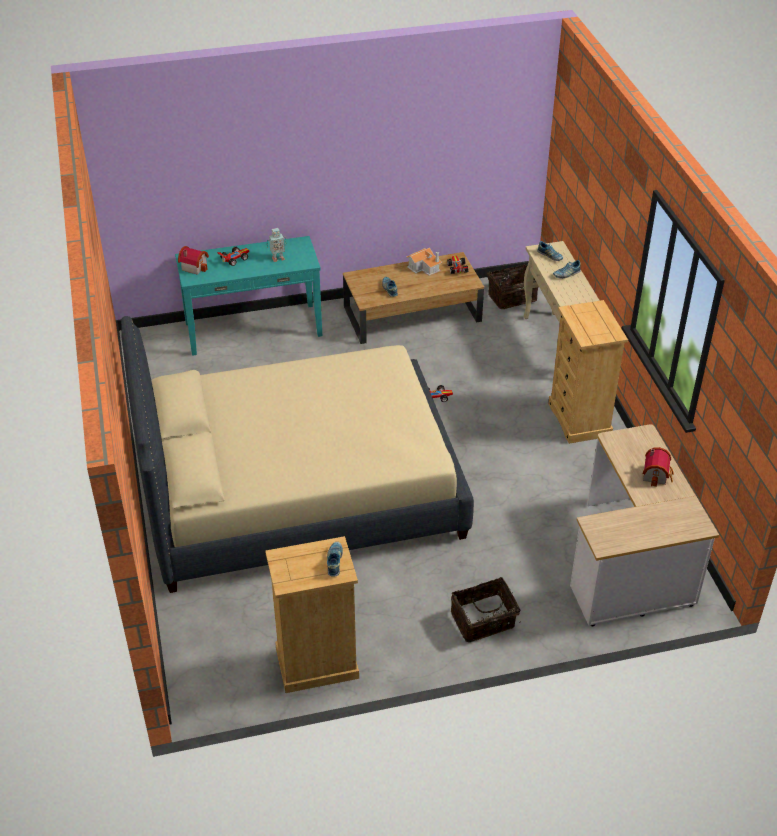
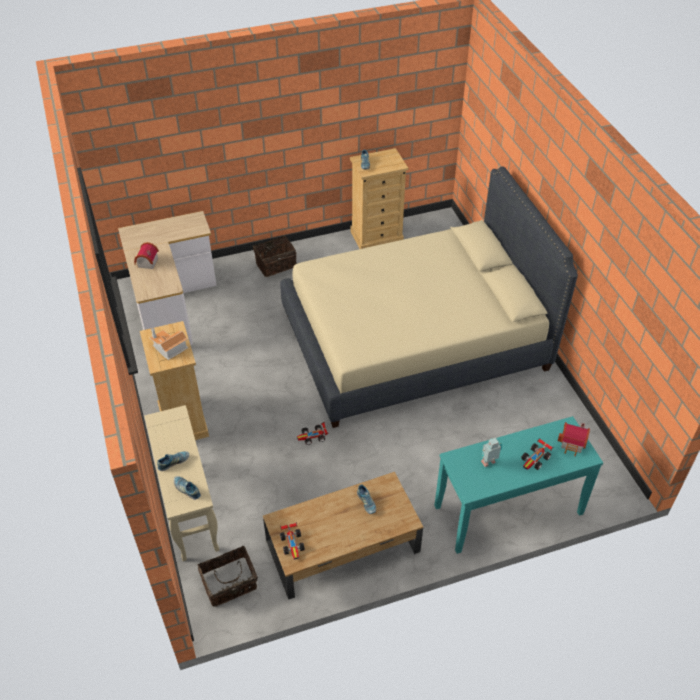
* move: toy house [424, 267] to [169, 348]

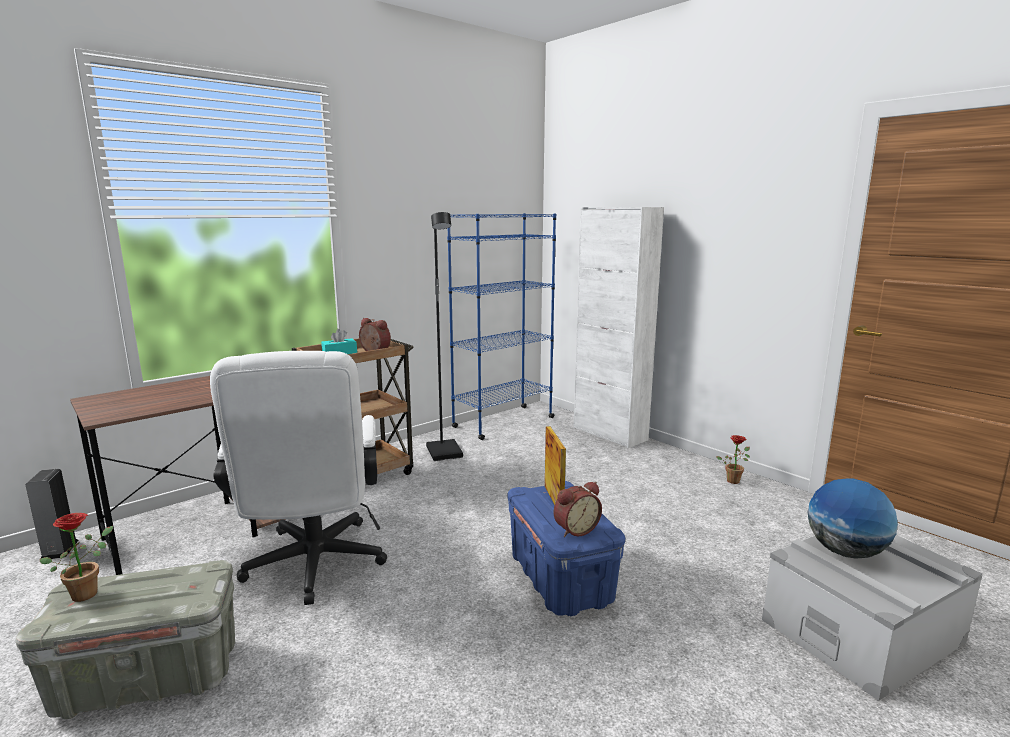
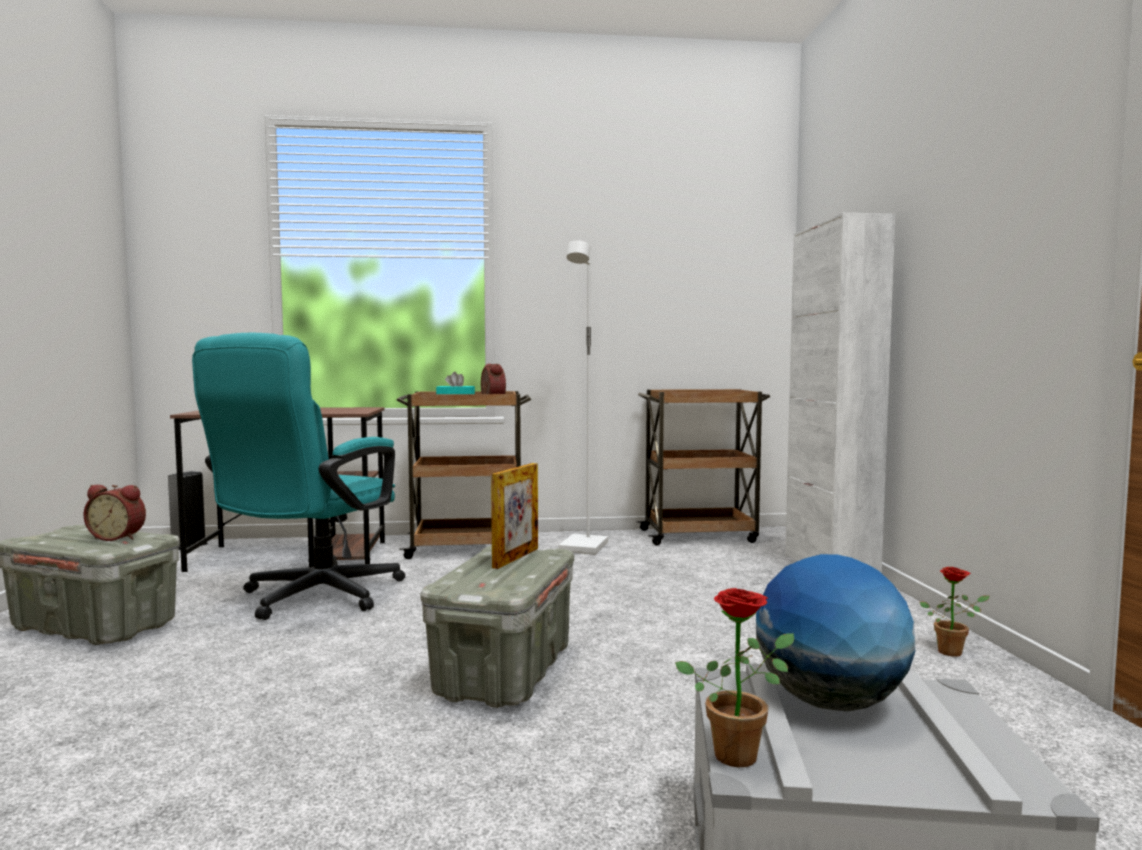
* move: alarm clock [575, 529] to [118, 537]
* recolor: office chair (white) [314, 568] to office chair (turquoise) [310, 598]
* recolor: storage box (blue) [559, 578] to storage box (grey) [504, 671]
* recolor: floor lamp (black) [445, 452] to floor lamp (white) [585, 547]
* replace: bookcase (blue) [503, 422] to cart (brown) [700, 536]
* move: potted plant [89, 592] to [740, 752]

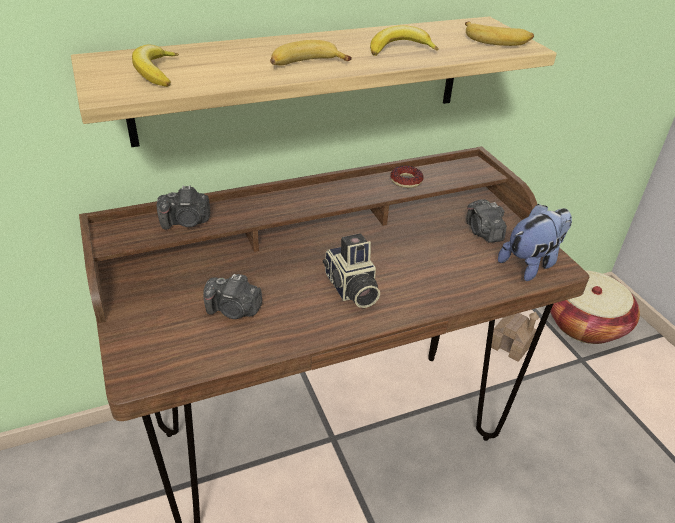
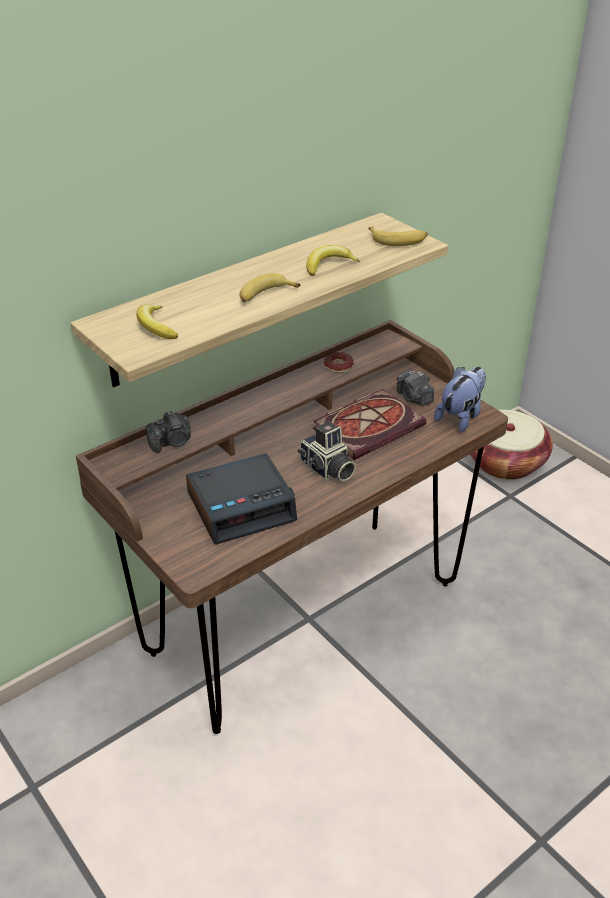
* replace: photo camera [234, 310] to alarm clock [242, 506]
* insert: book [369, 426]
* delete: toy house [510, 344]

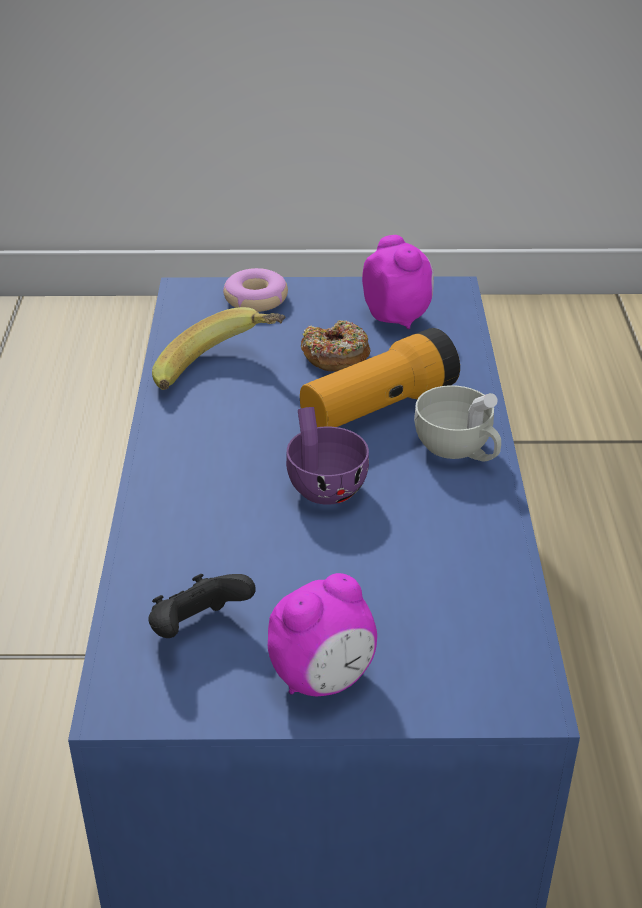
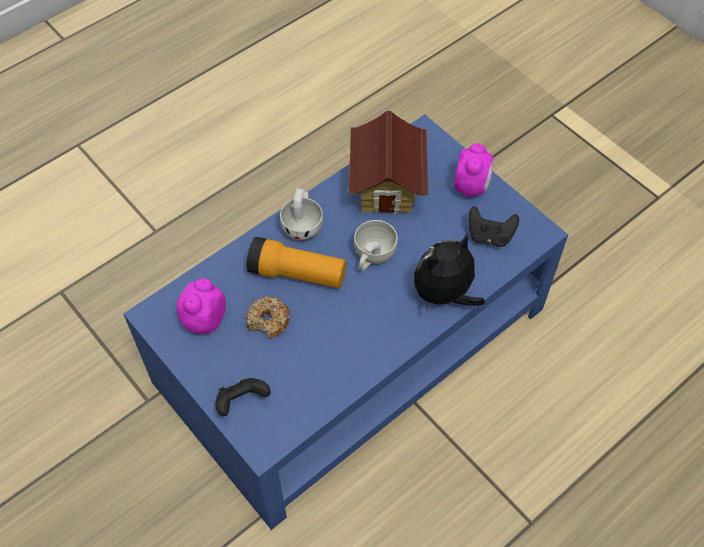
* replace: donut [255, 299] to game controller (black) [242, 402]
* insert: toy house [387, 188]
* recolor: cup (purple) [323, 484] to cup (white) [372, 256]
* insert: plush toy [444, 295]
* rotate: alarm clock [323, 679] = [471, 186] 90 degrees clockwise
* delete: banana [221, 374]

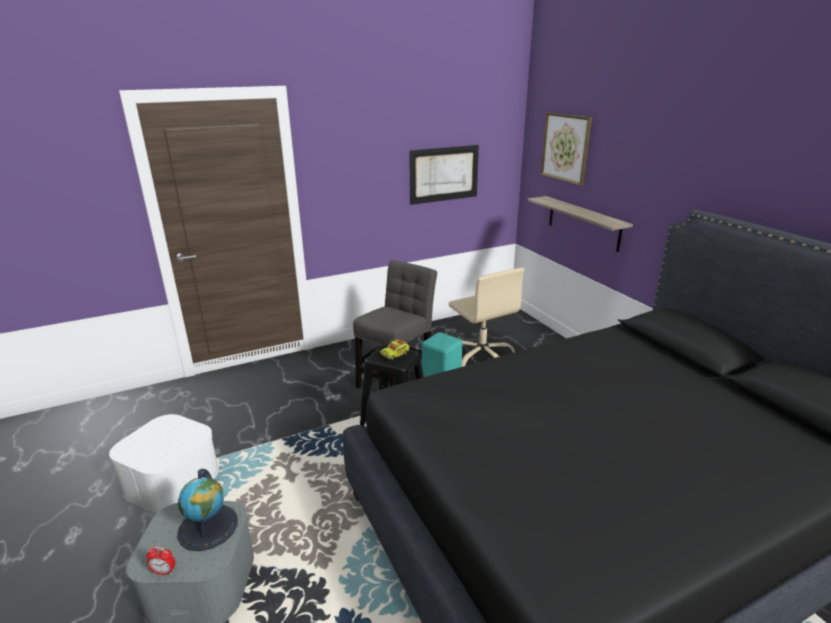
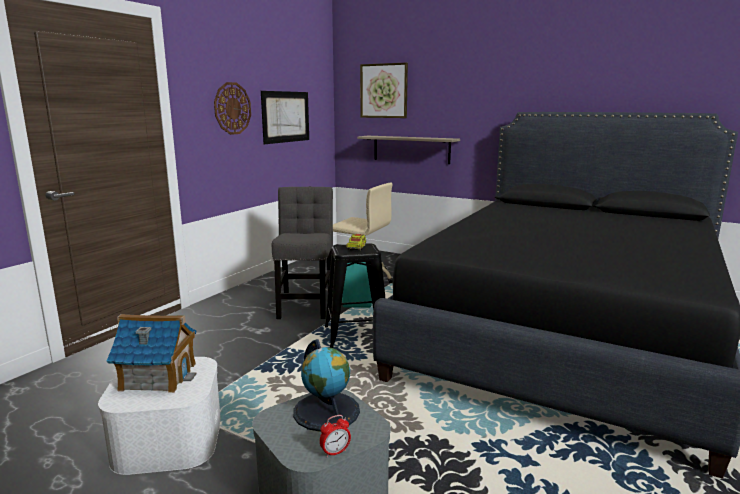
* insert: toy house [158, 376]
* insert: wall clock [232, 108]

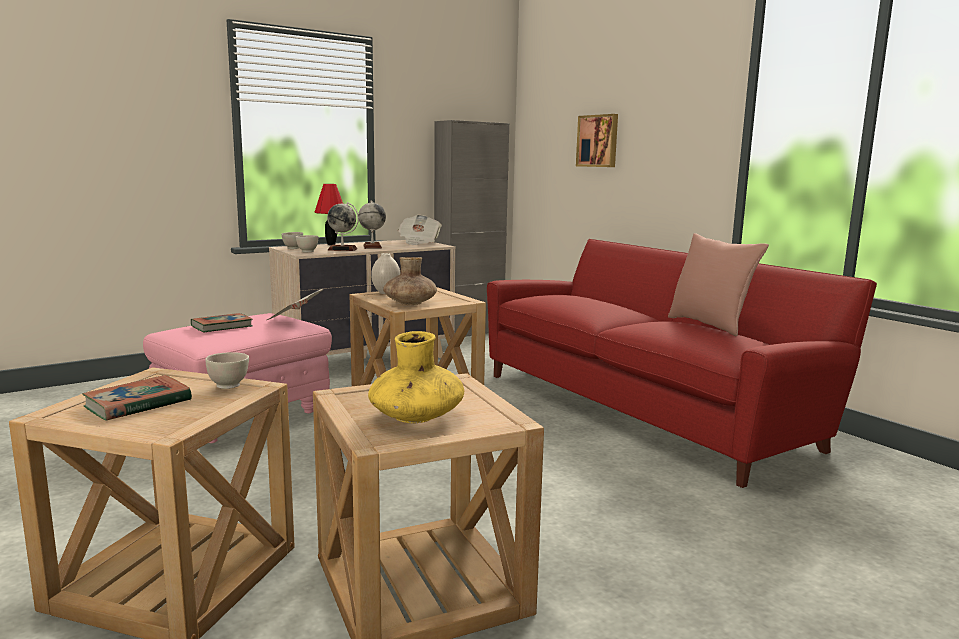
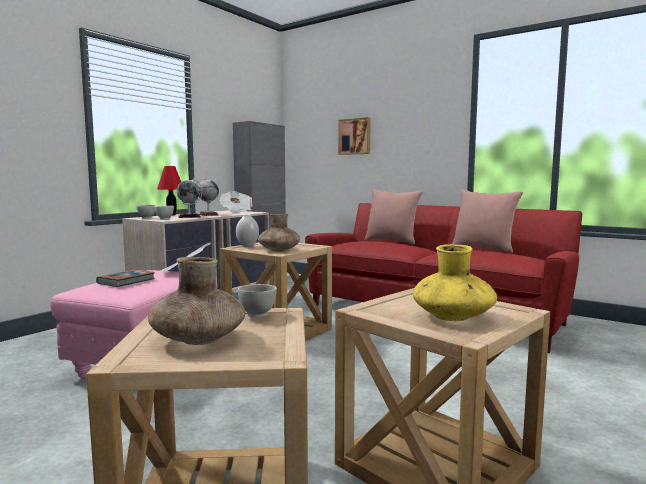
* replace: book [138, 404] to vase (brown) [199, 339]
* insert: pillow (pink) [392, 241]

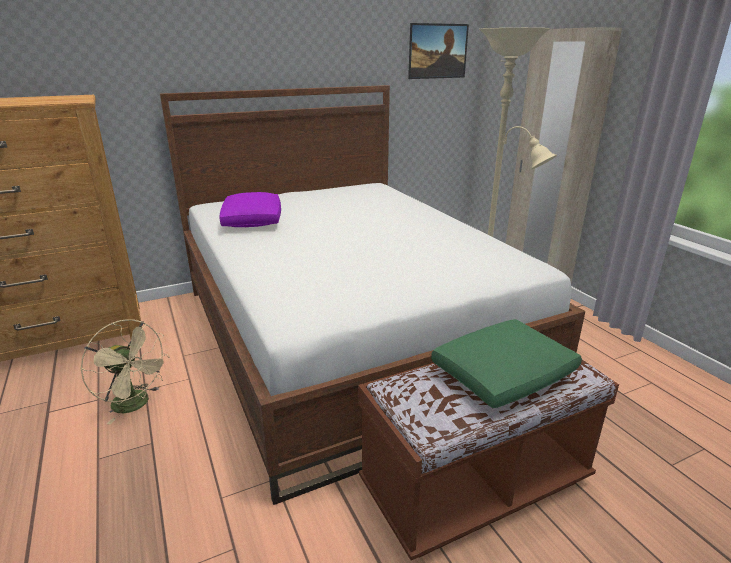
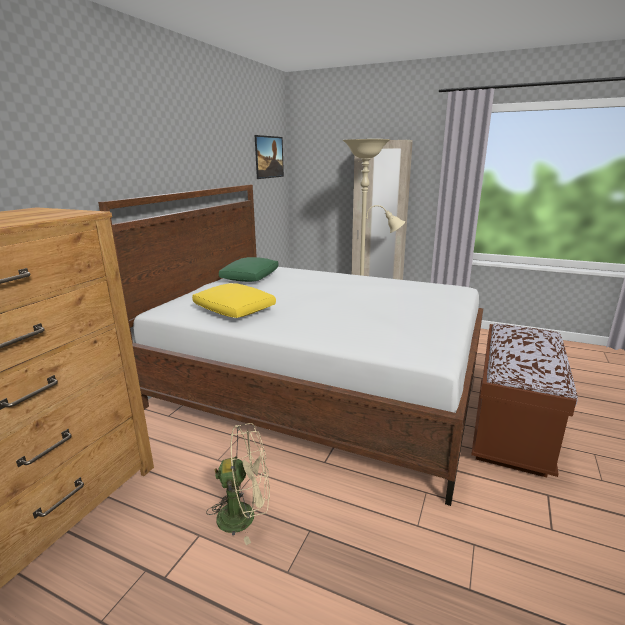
* recolor: pillow (purple) [252, 221] to pillow (yellow) [235, 310]
* move: pillow (green) [504, 375] to [250, 277]

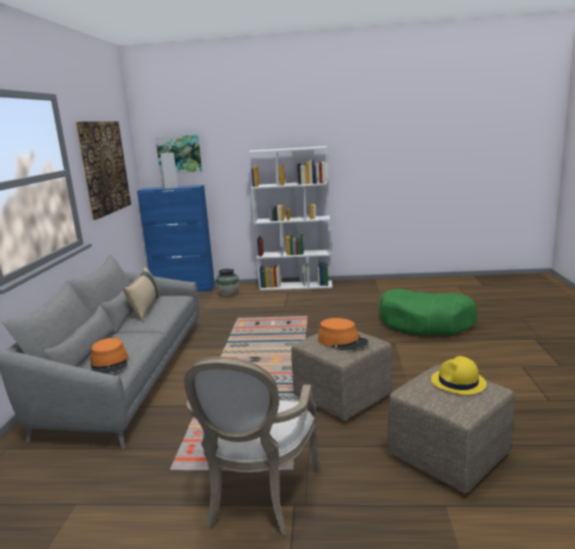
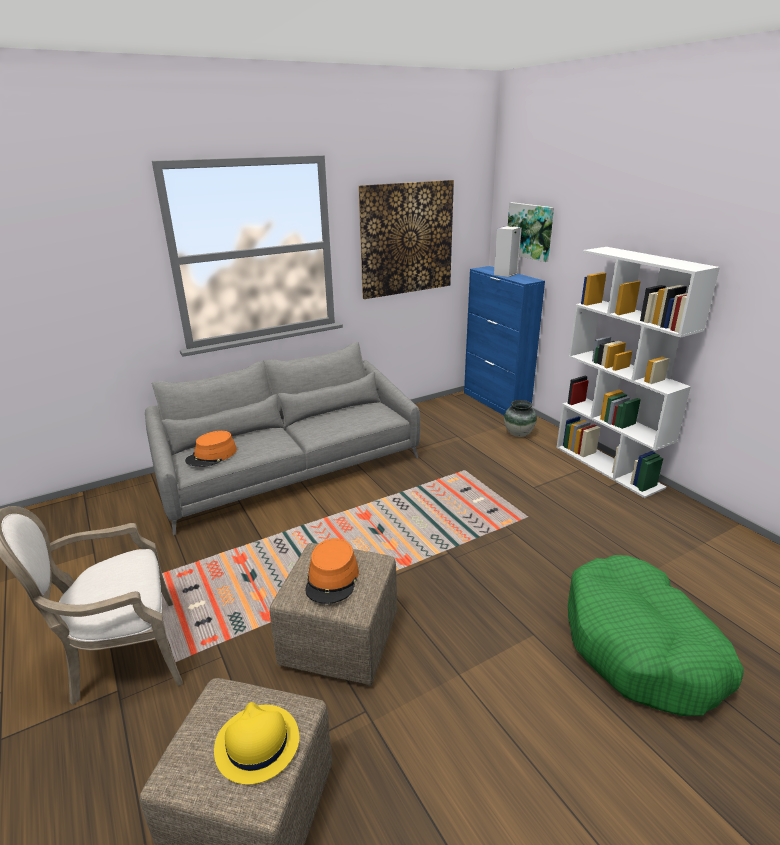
* delete: pillow (beige) [145, 308]

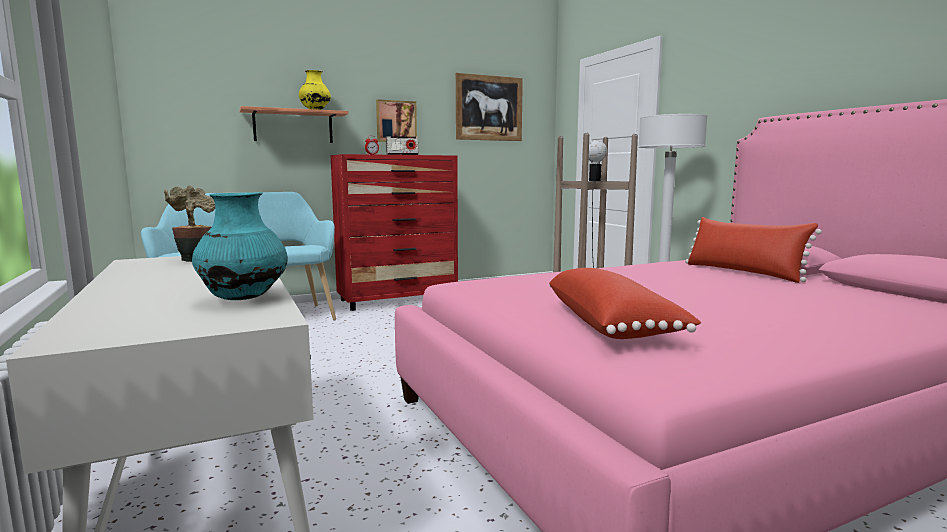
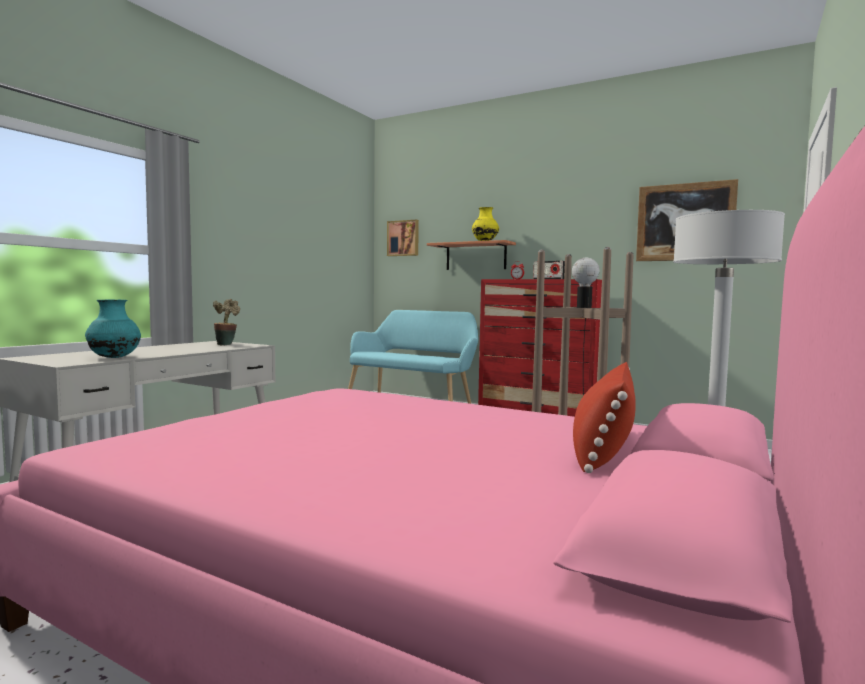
* move: picture [396, 121] to [403, 238]
* delete: pillow (red) [612, 325]

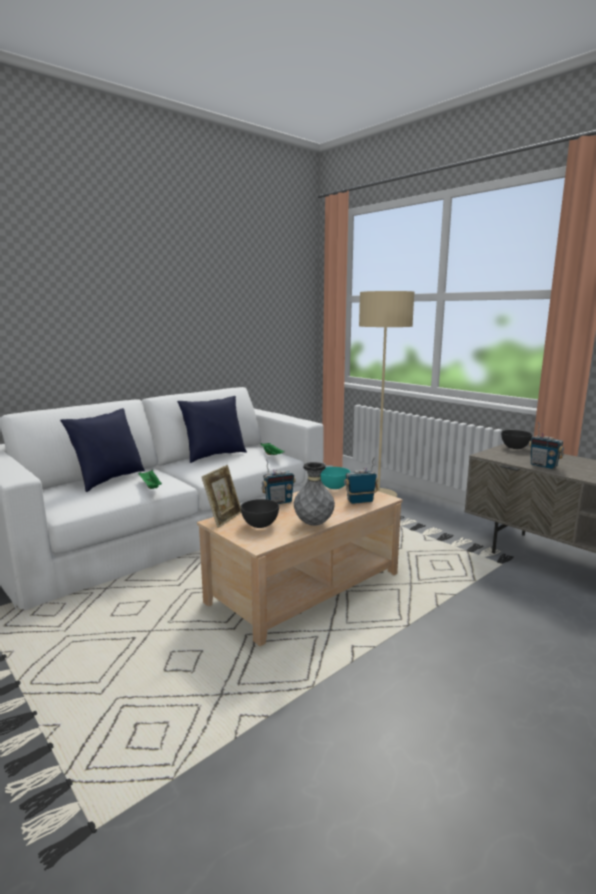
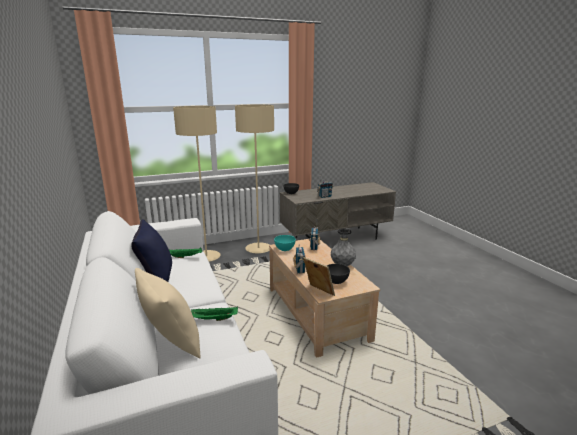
* recolor: pillow (blue) [108, 480] to pillow (beige) [171, 343]
* insert: floor lamp (beige) [258, 249]

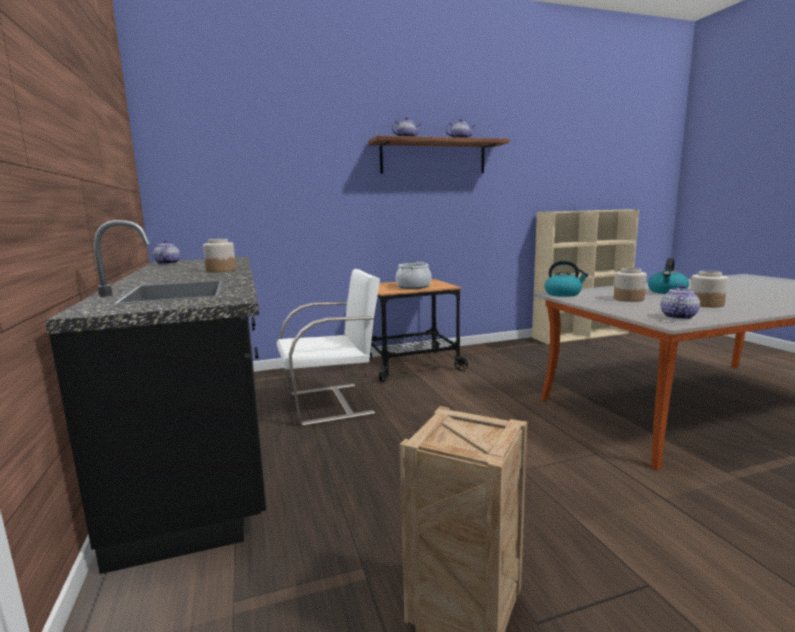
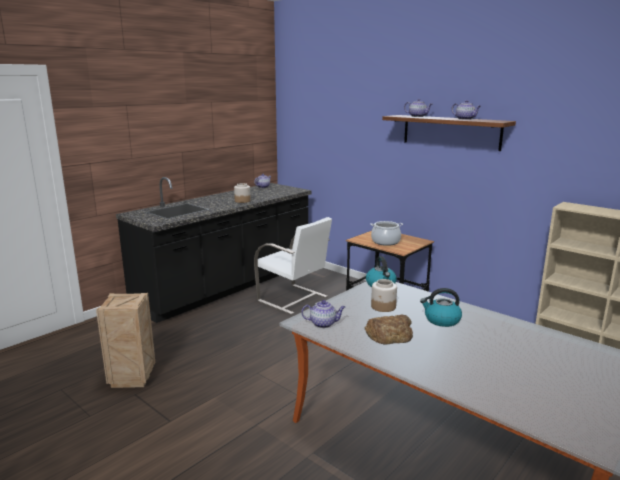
* replace: jar [705, 304] to bread [389, 334]

